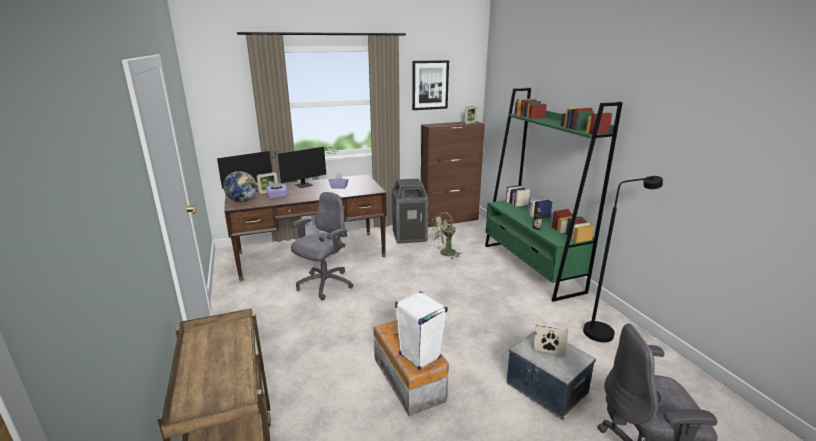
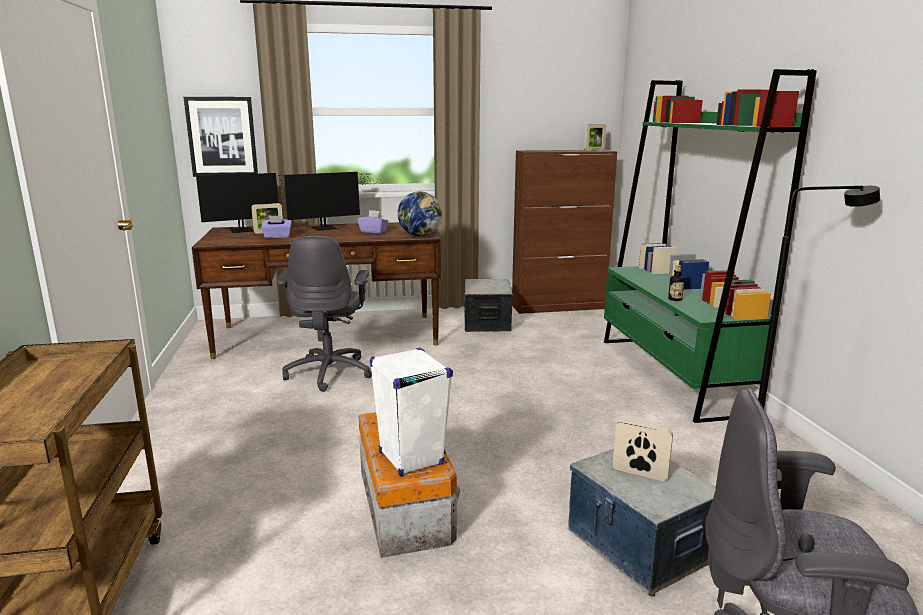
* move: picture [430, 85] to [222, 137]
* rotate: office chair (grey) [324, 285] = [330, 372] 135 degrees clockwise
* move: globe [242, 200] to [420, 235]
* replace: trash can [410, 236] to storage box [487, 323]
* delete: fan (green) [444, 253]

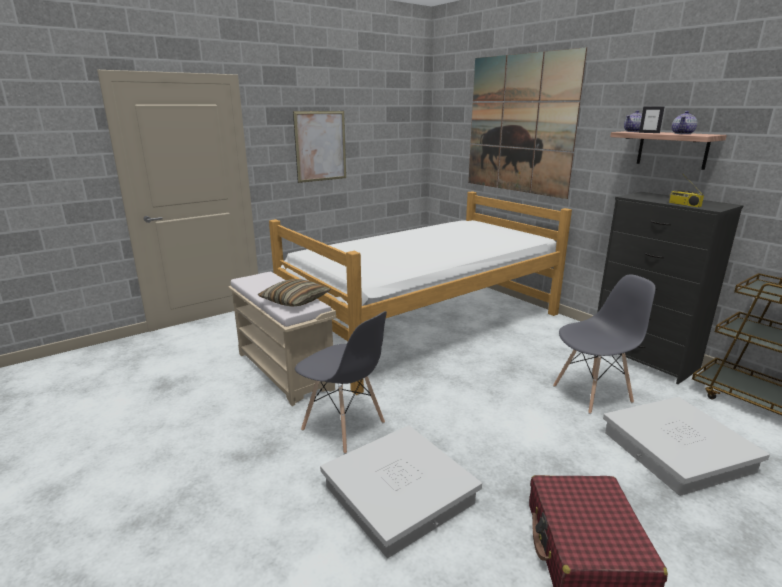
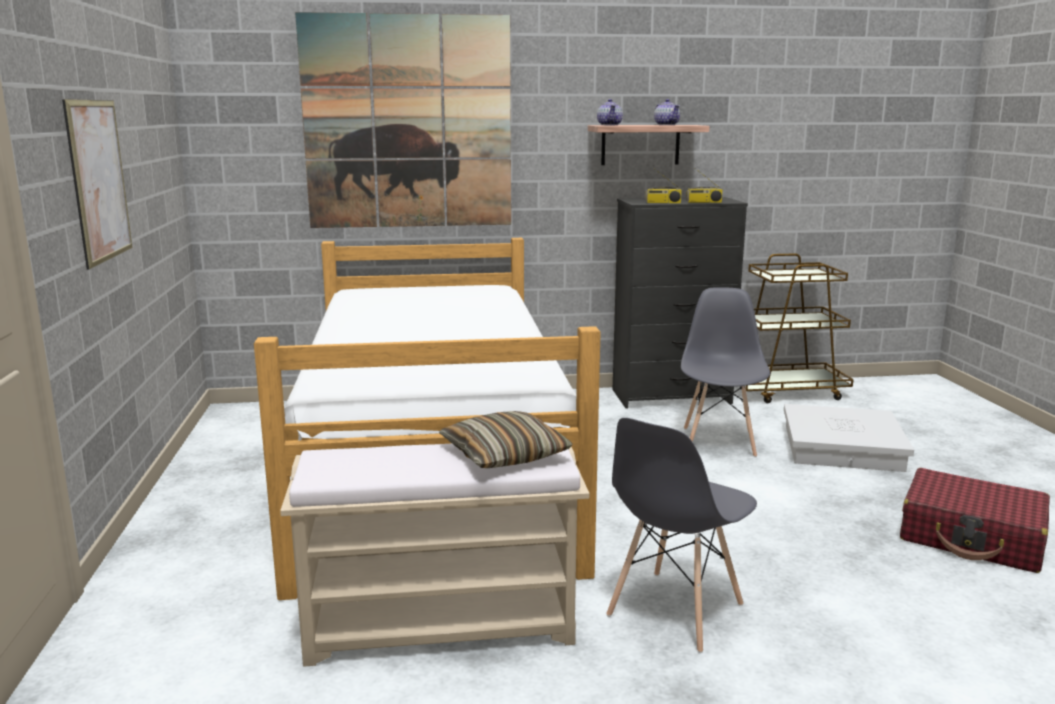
* rotate: chair (grey) [343, 427] = [674, 611] 150 degrees clockwise
* insert: radio [663, 202]
* delete: storage box (white) [399, 494]
* delete: picture frame [649, 132]

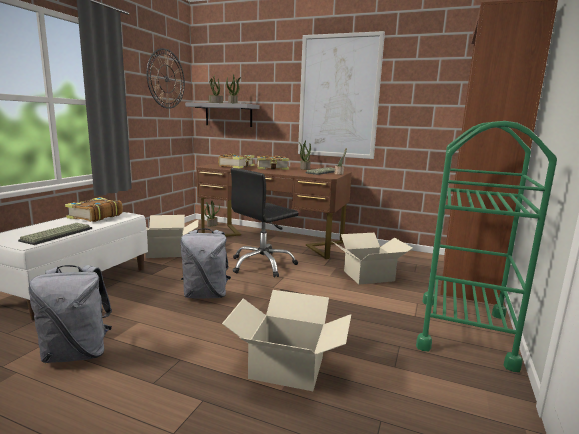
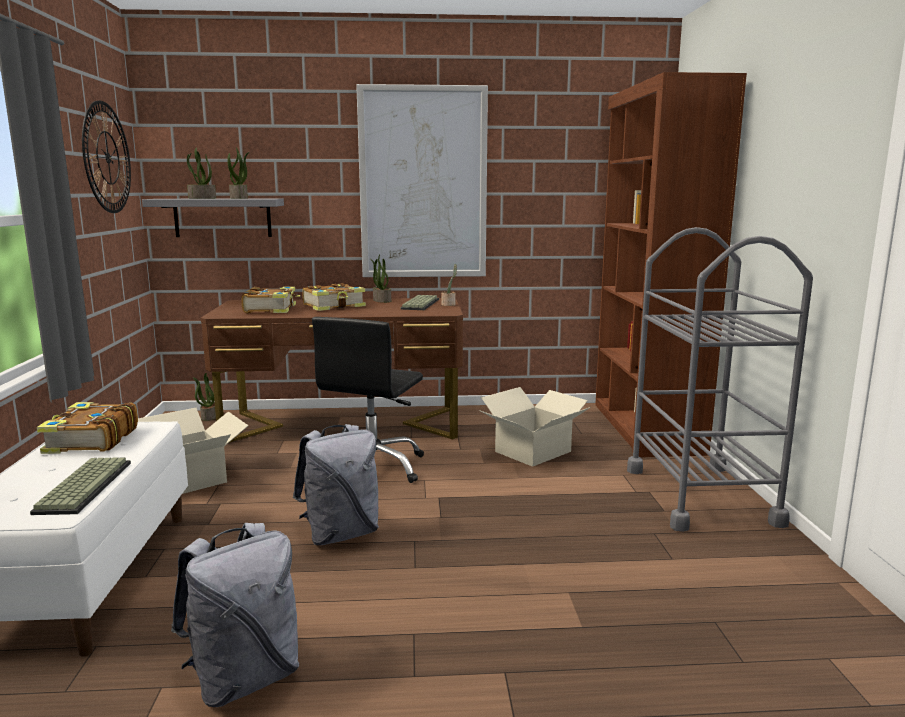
* recolor: cart (green) [464, 330] to cart (grey) [700, 495]
* delete: cardboard box [287, 366]

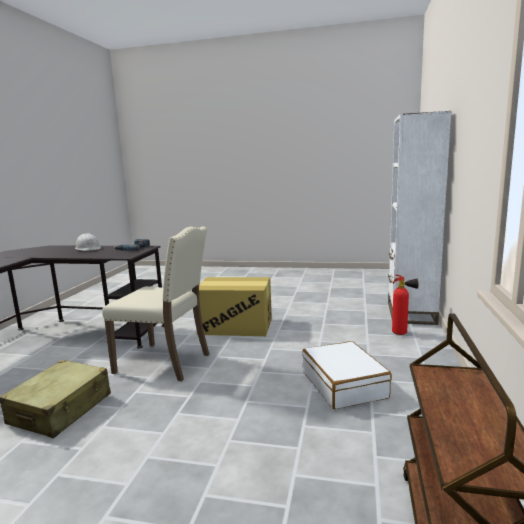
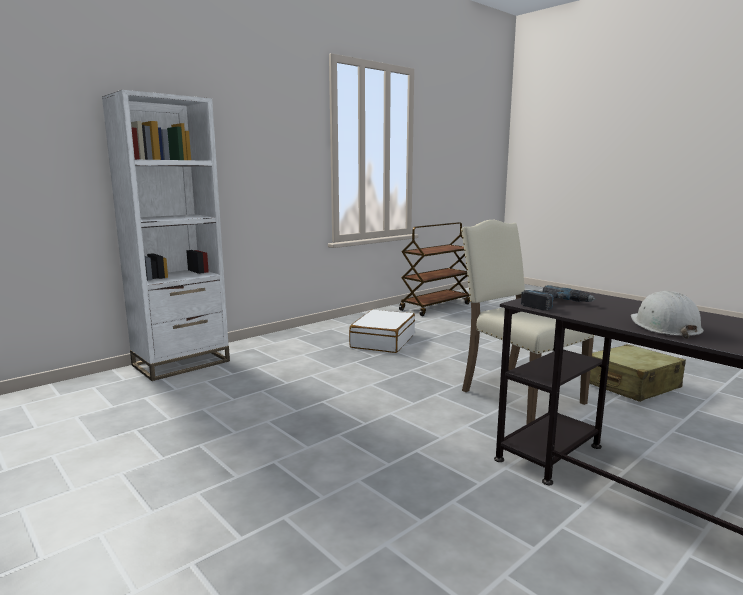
* delete: cardboard box [236, 326]
* delete: fire extinguisher [403, 333]

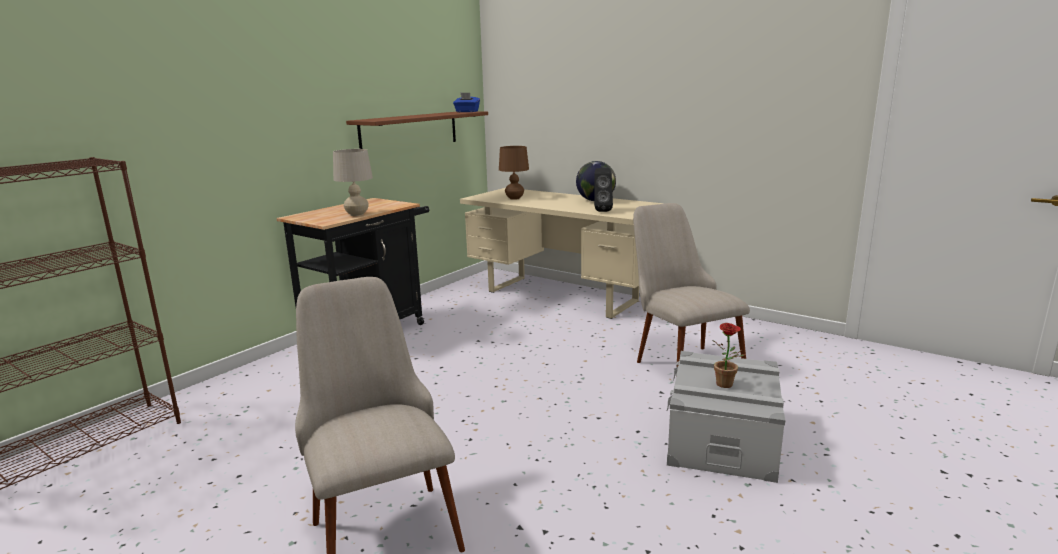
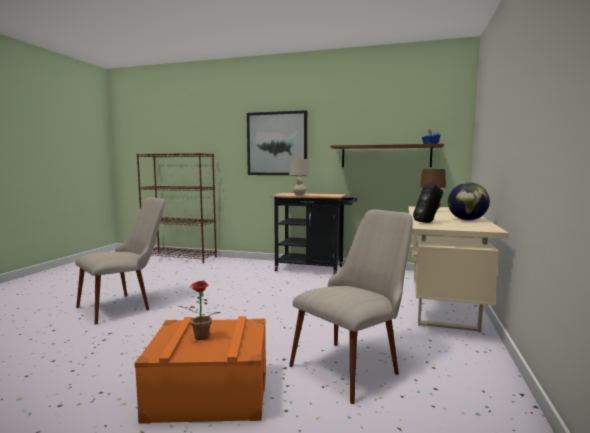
* recolor: storage box (grey) [722, 439] to storage box (orange) [209, 392]
* insert: picture [277, 144]

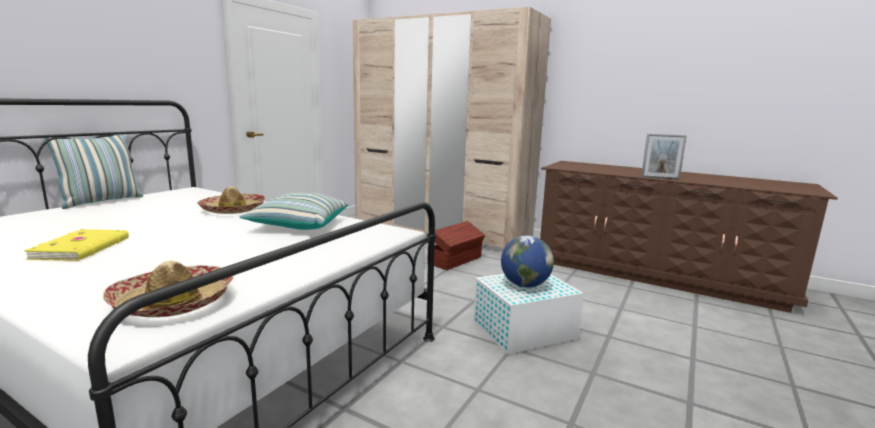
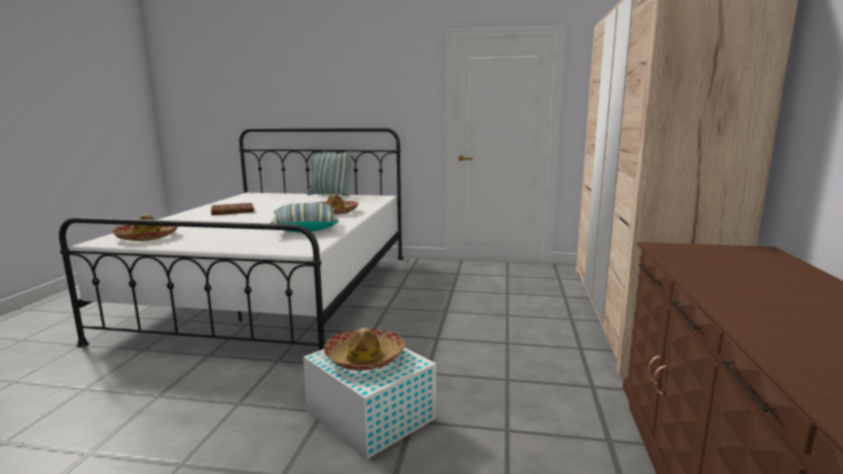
* recolor: book (yellow) [83, 248] to book (brown) [233, 211]
* replace: globe [525, 285] to hat [365, 358]
* delete: storage box (brown) [456, 260]
* delete: picture frame [660, 178]

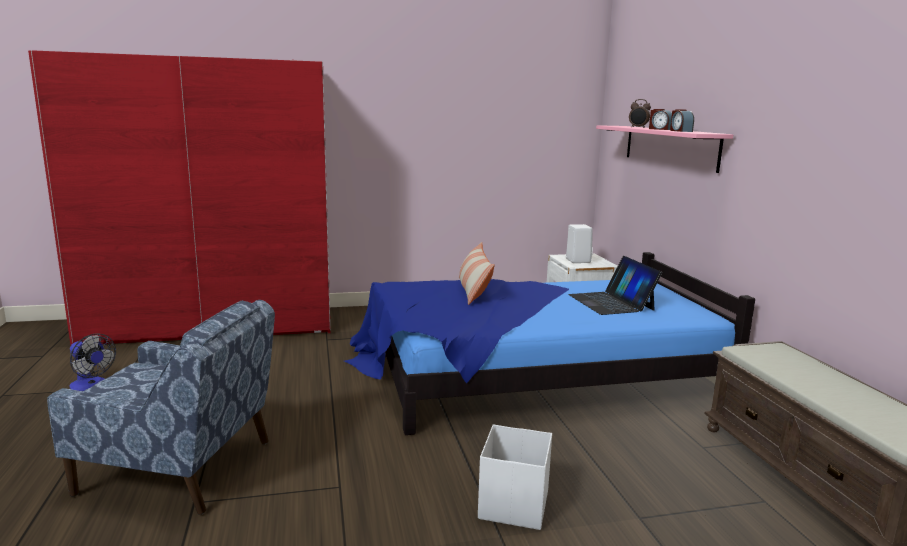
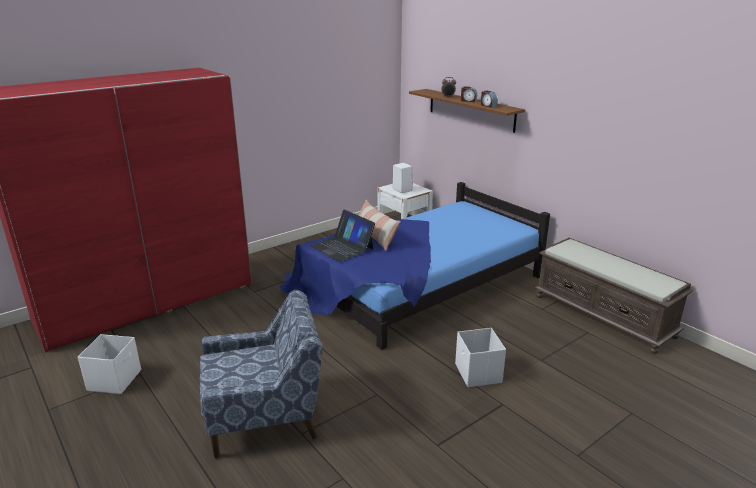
* replace: fan [91, 386] to storage box (white) [115, 380]
* move: laptop [611, 302] to [342, 247]
* recolor: shelf (pink) [669, 146] to shelf (brown) [470, 110]

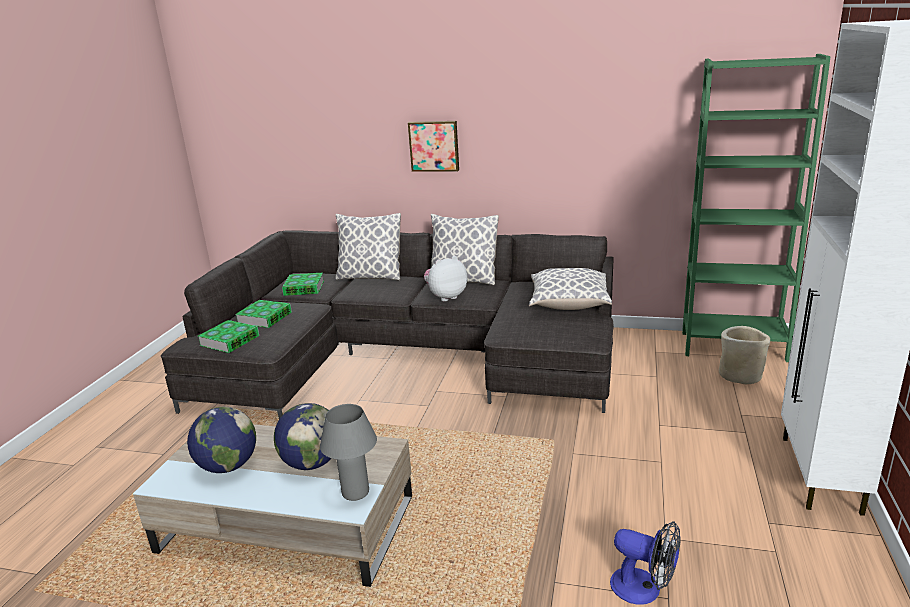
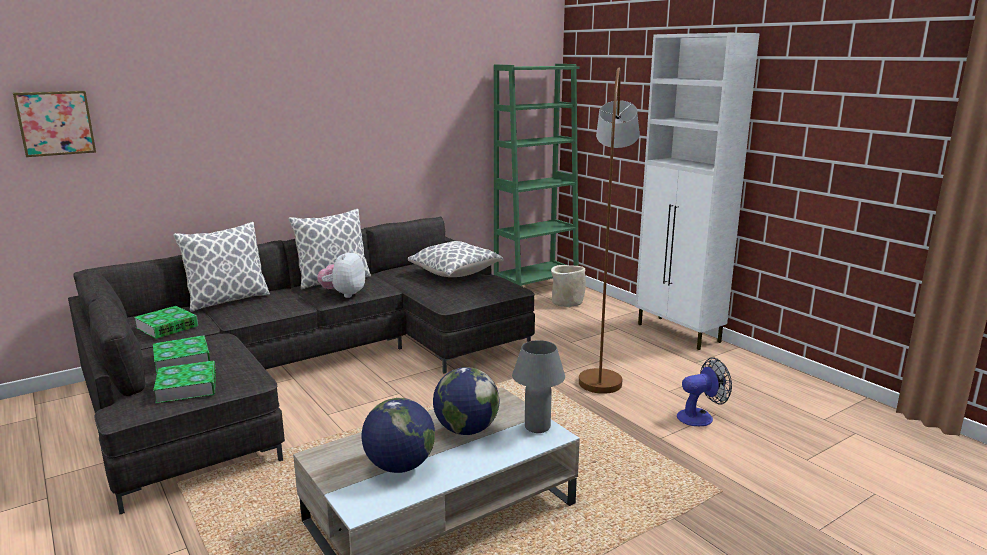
* move: picture [434, 146] to [55, 123]
* insert: floor lamp (brown) [604, 350]

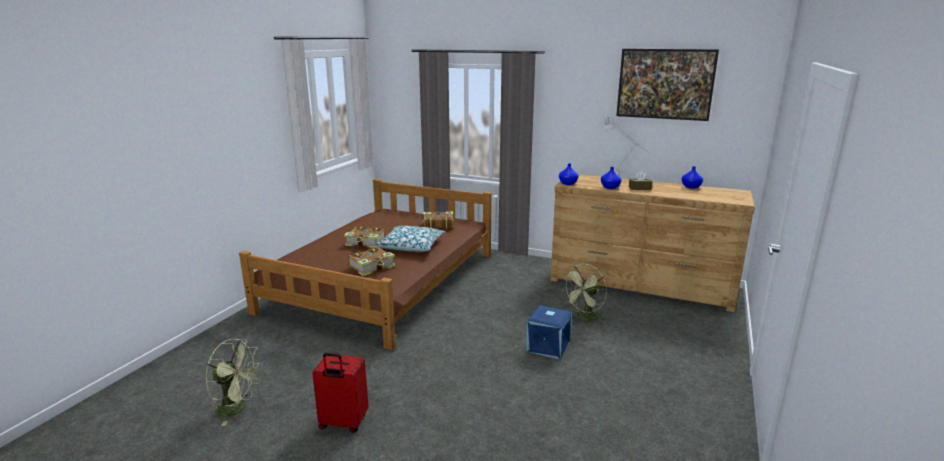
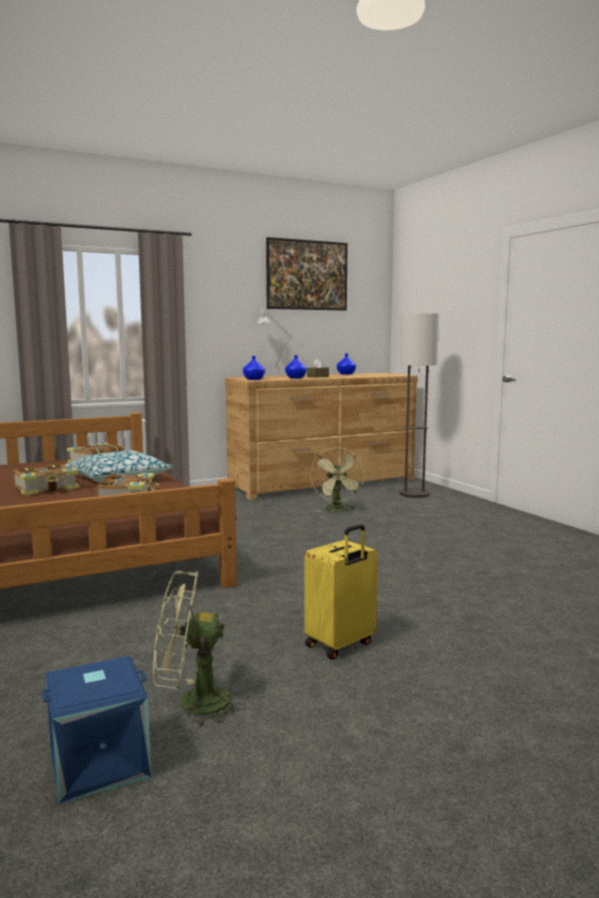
* move: storage box (blue) [548, 346] to [100, 762]
* rotate: fan (green) [237, 408] = [192, 704] 150 degrees counterclockwise
* recolor: suitcase (red) [343, 423] to suitcase (yellow) [341, 645]
* insert: floor lamp [414, 494]

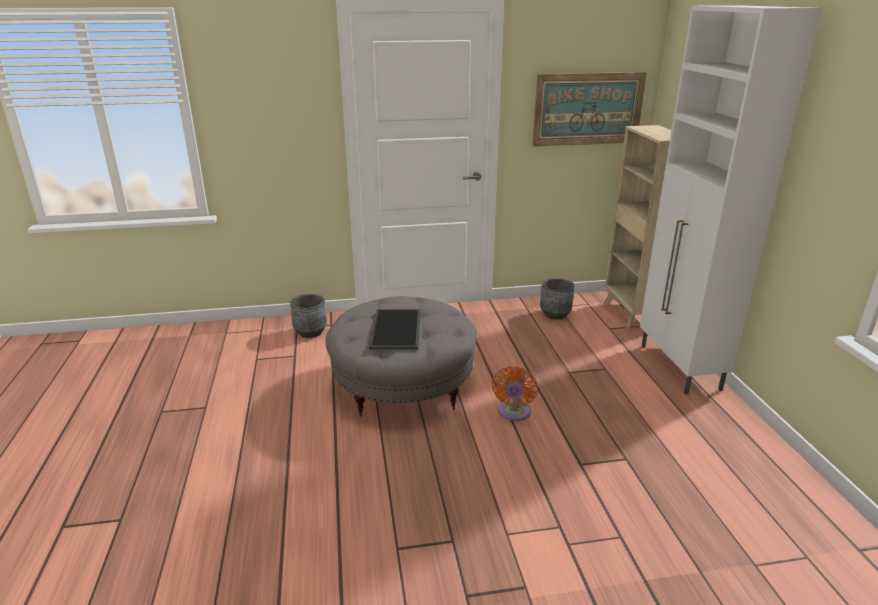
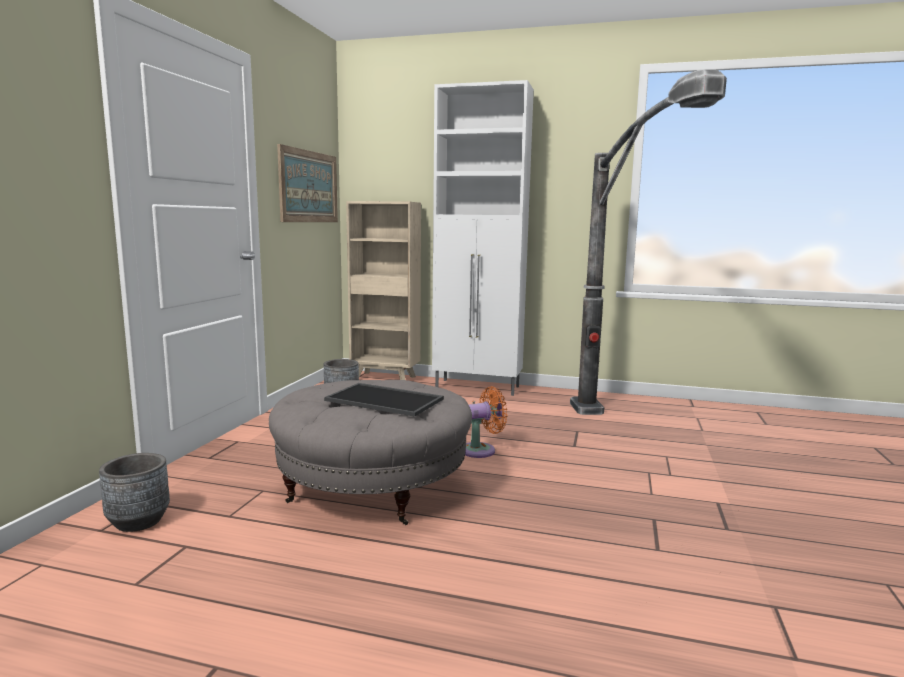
* rotate: fan (orange) [513, 413] = [481, 450] 60 degrees counterclockwise
* insert: floor lamp [617, 444]

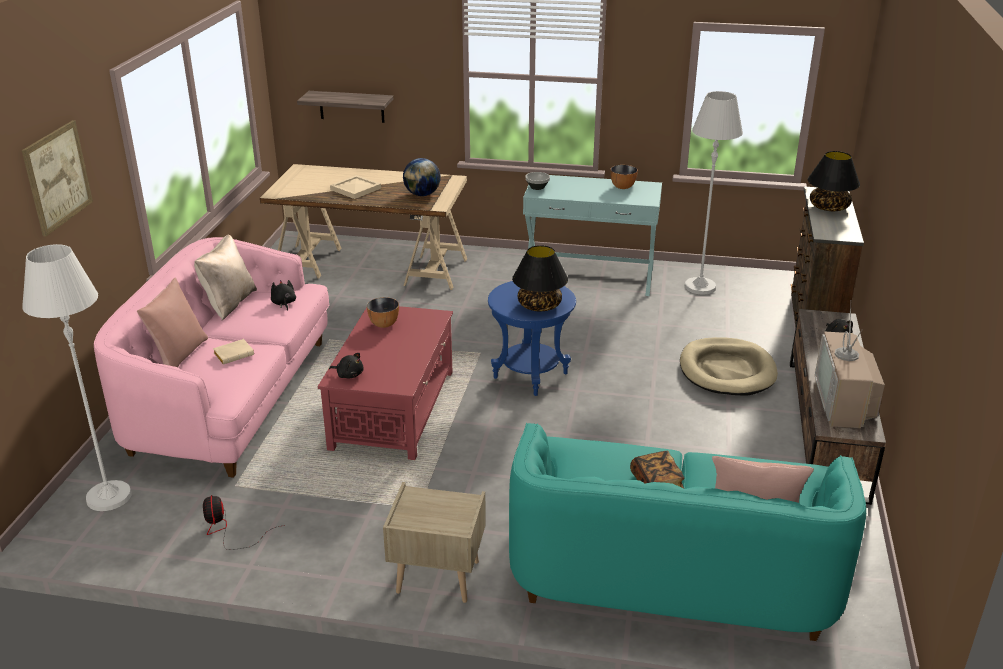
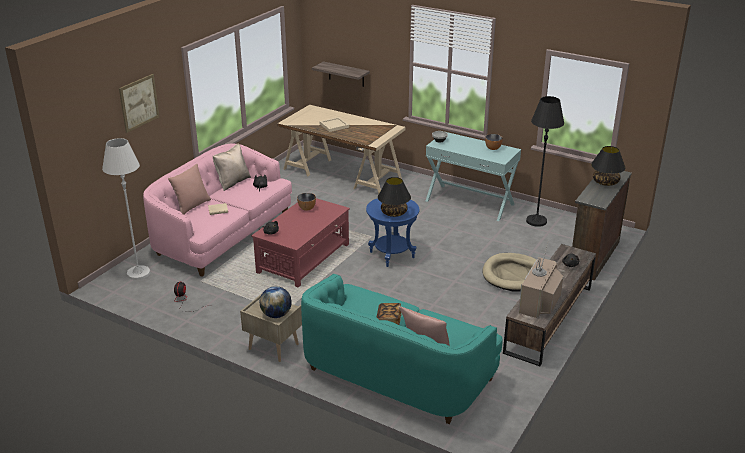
* move: globe [422, 194] to [276, 315]
* recolor: floor lamp (white) [700, 287] to floor lamp (black) [536, 221]

